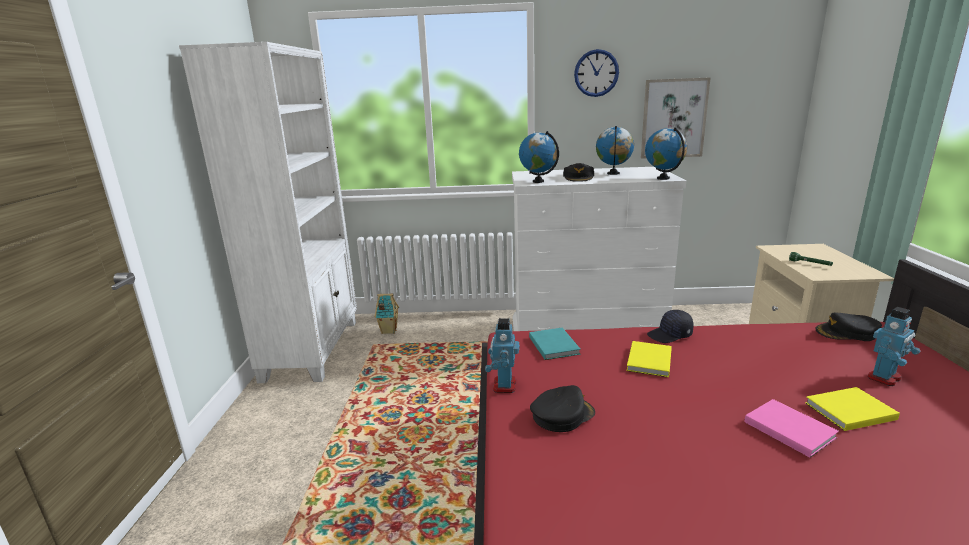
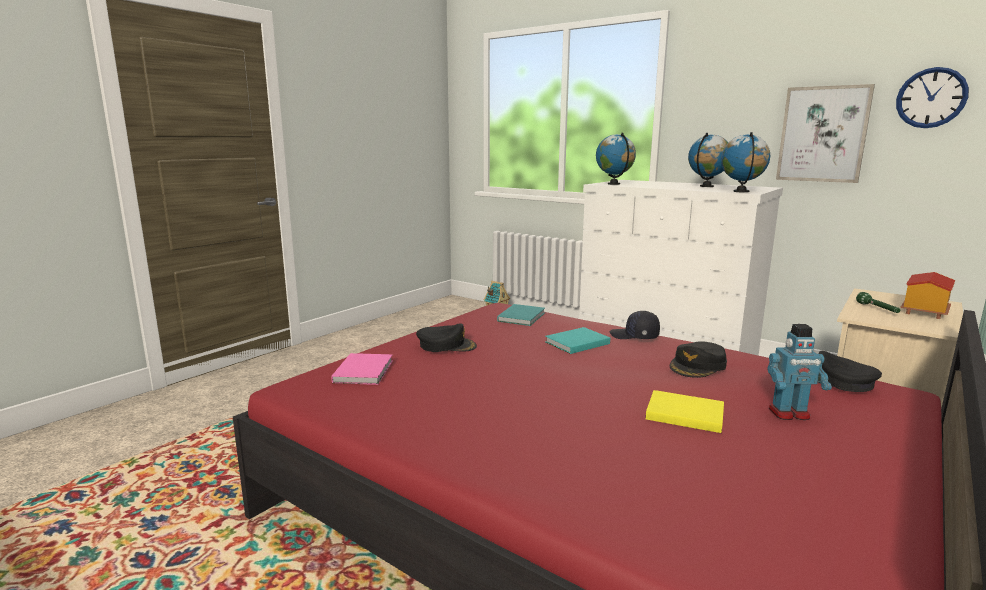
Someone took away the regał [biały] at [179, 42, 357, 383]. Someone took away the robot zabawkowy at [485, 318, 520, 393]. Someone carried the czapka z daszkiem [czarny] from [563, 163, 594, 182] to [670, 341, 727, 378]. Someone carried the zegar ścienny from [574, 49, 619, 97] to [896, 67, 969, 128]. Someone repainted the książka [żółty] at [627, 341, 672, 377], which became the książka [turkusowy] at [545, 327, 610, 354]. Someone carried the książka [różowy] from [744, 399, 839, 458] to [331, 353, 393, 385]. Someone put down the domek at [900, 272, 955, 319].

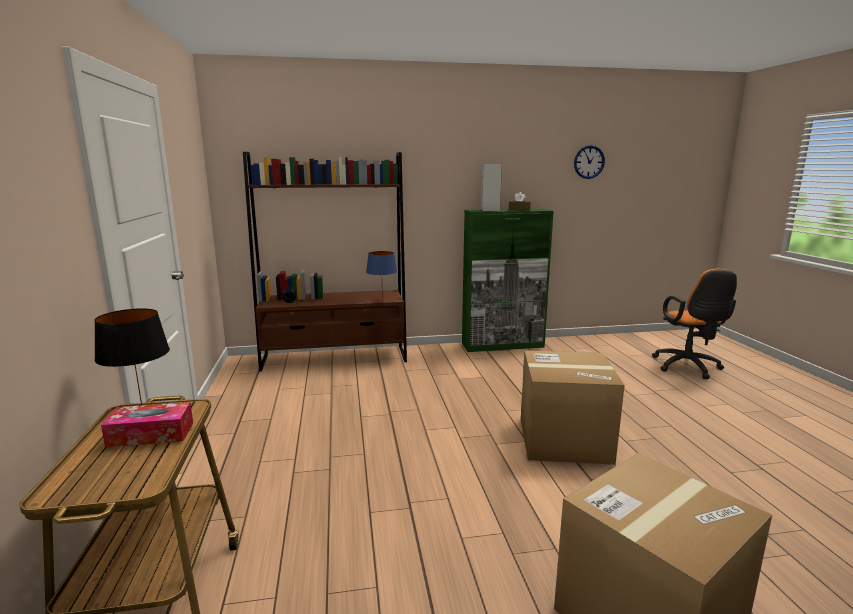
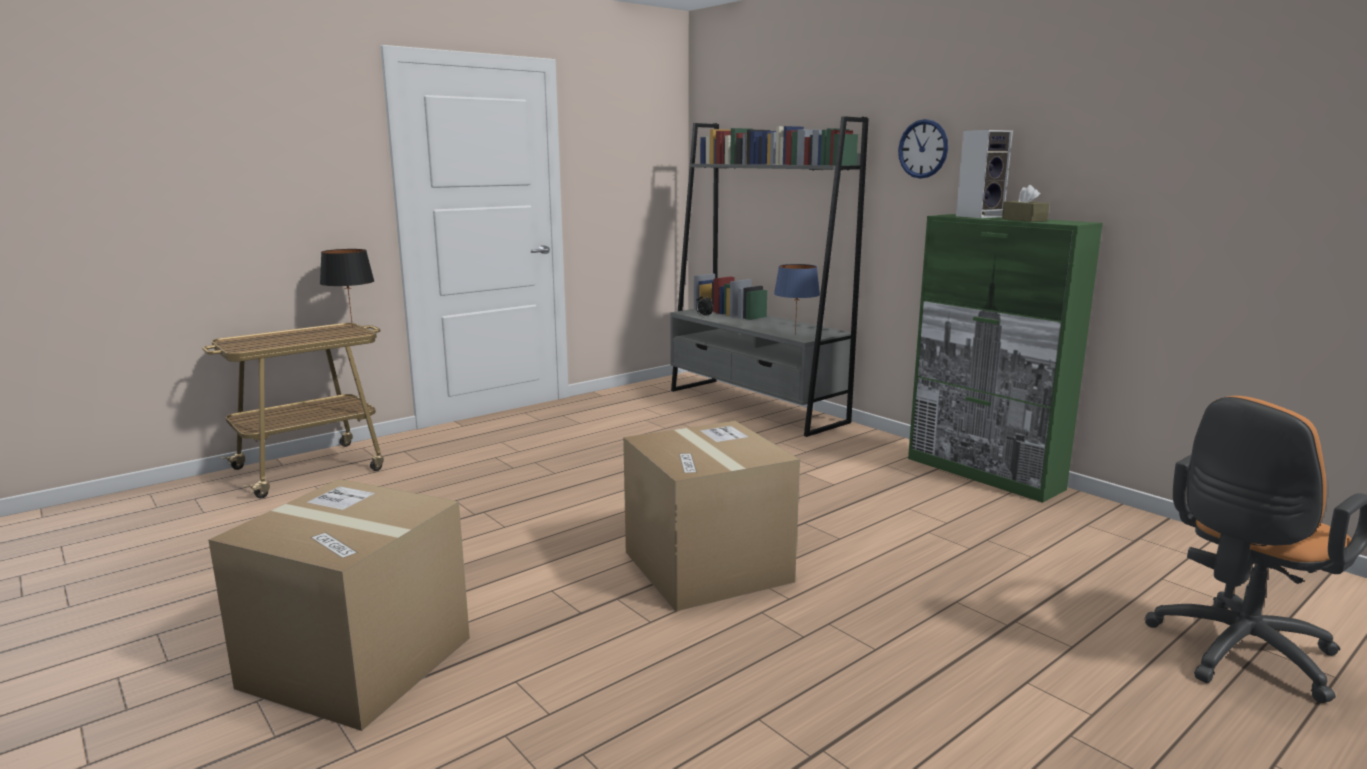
Someone took away the pudełko chusteczek at [101, 402, 193, 448]. Someone repainted the regał [brązowy] at [243, 152, 407, 372], which became the regał [szary] at [670, 116, 869, 437]. Someone carried the zegar ścienny from [574, 145, 605, 179] to [898, 119, 948, 179].

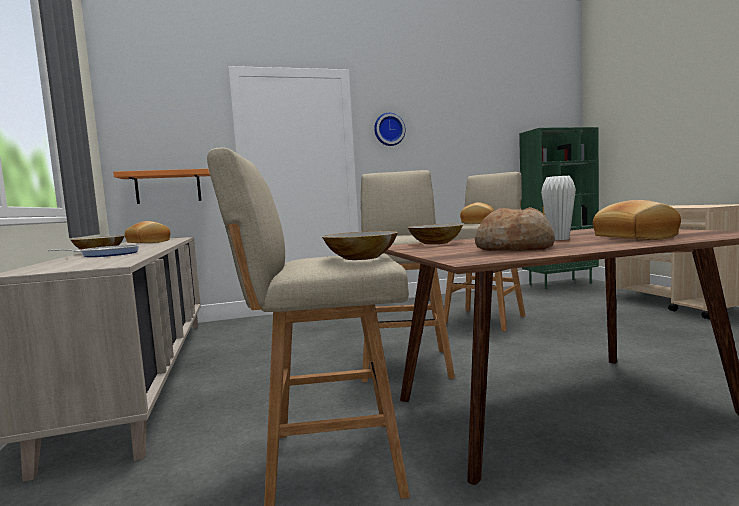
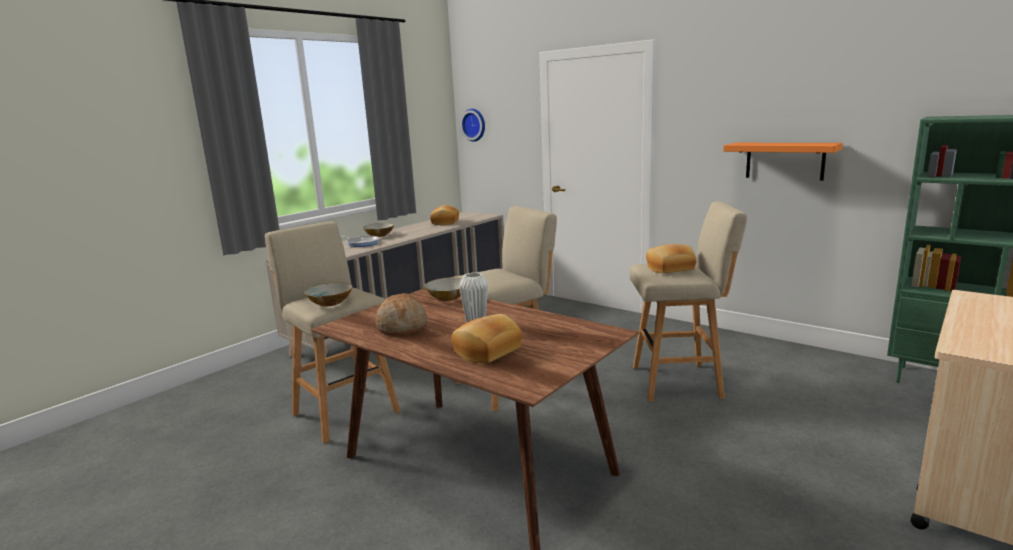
Someone carried the półka [pomarańczowy] from [113, 169, 210, 204] to [723, 143, 843, 181]. Someone carried the zegar ścienny from [374, 113, 405, 146] to [460, 109, 485, 142].

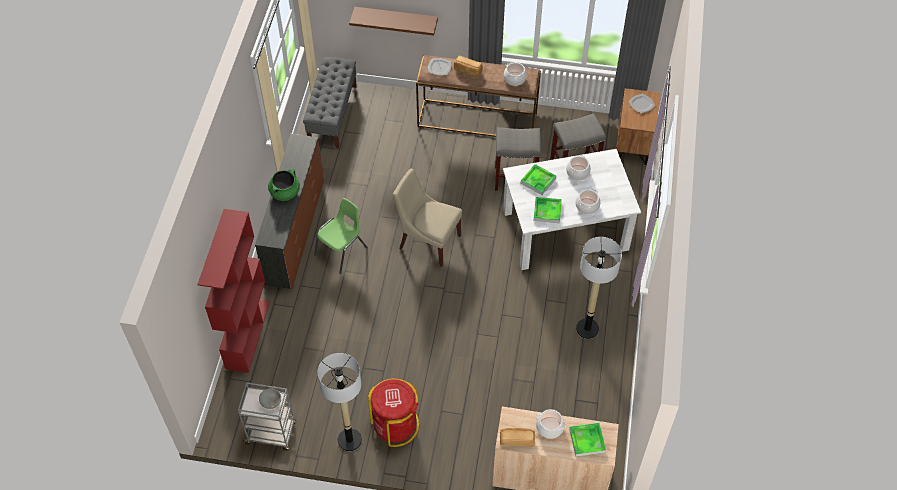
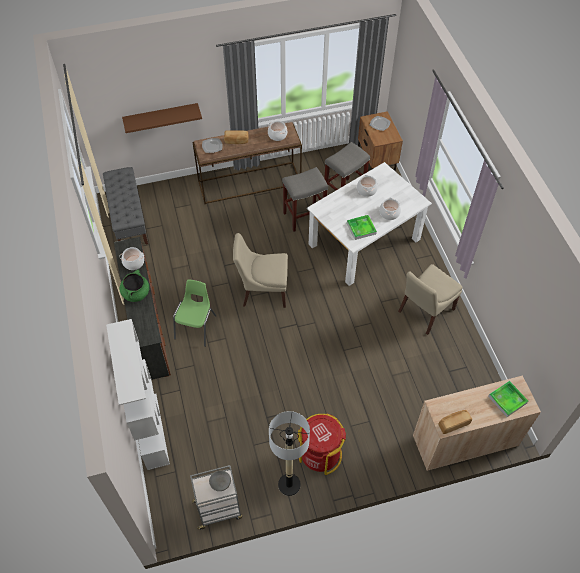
Someone repainted the regał [czerwony] at [197, 209, 270, 373], which became the regał [biały] at [106, 319, 170, 470]. Someone took away the taca at [520, 164, 556, 195]. Someone carried the garnek from [536, 409, 566, 439] to [120, 247, 144, 270]. Someone swapped the lampa stojąca at [576, 237, 622, 339] for the krzesło [beżowy] at [398, 264, 463, 335].

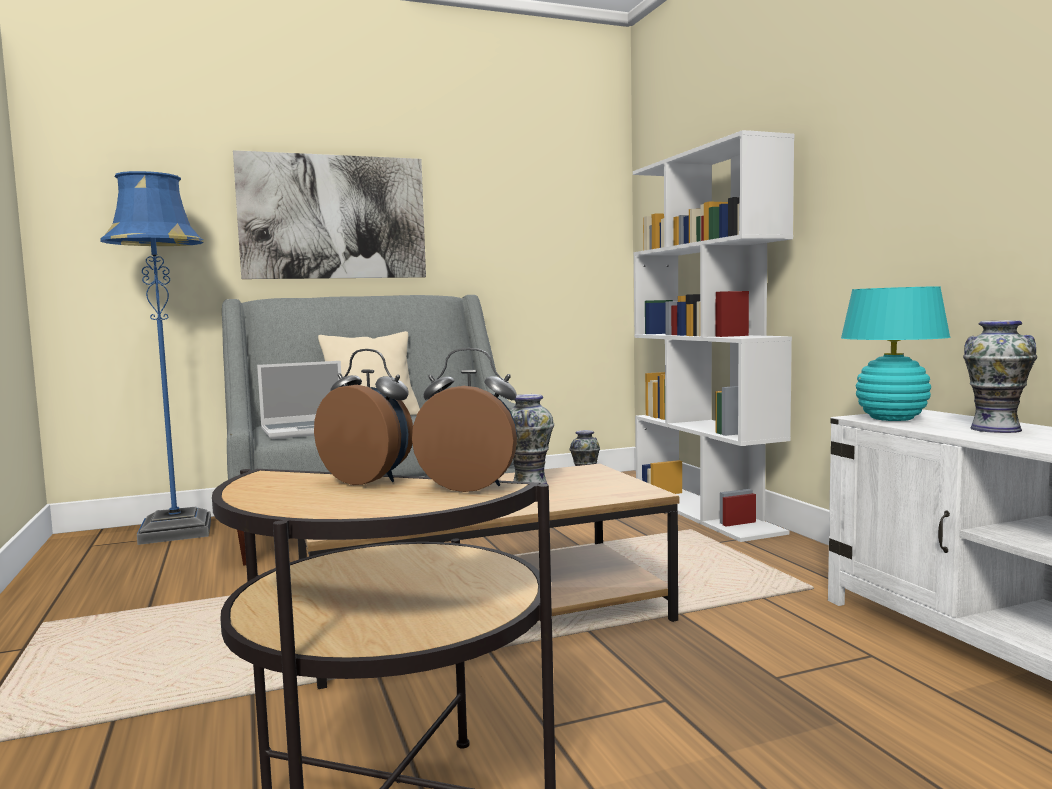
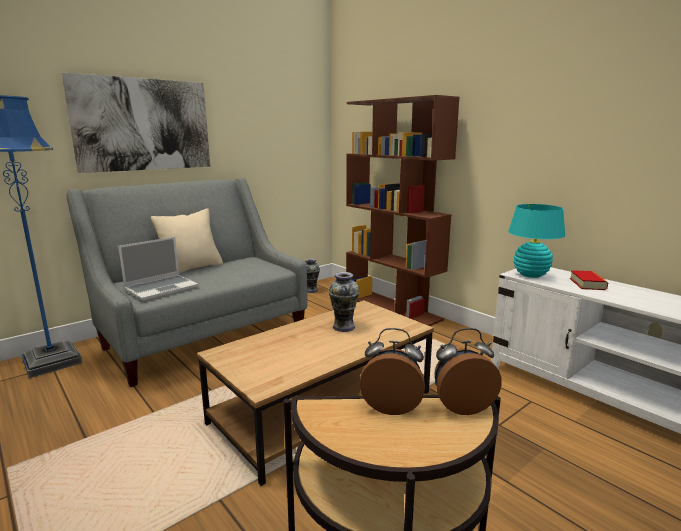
Someone repainted the regał [biały] at [633, 130, 794, 542], which became the regał [brązowy] at [346, 95, 460, 326]. Someone swapped the wazon at [963, 320, 1037, 433] for the książka at [570, 270, 608, 290].

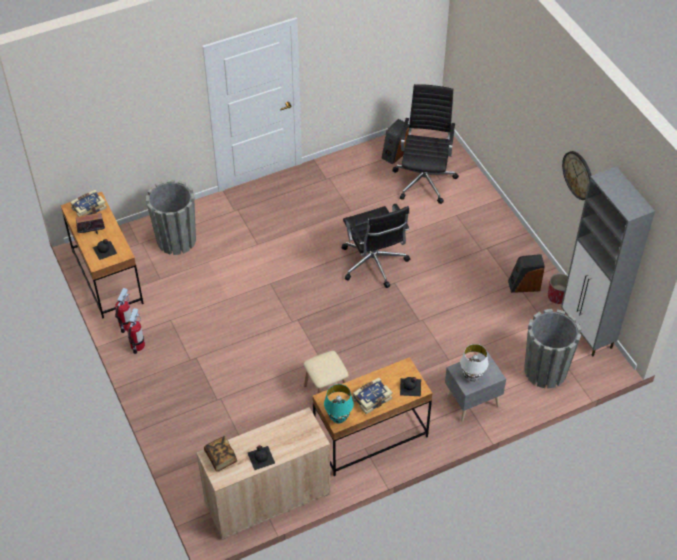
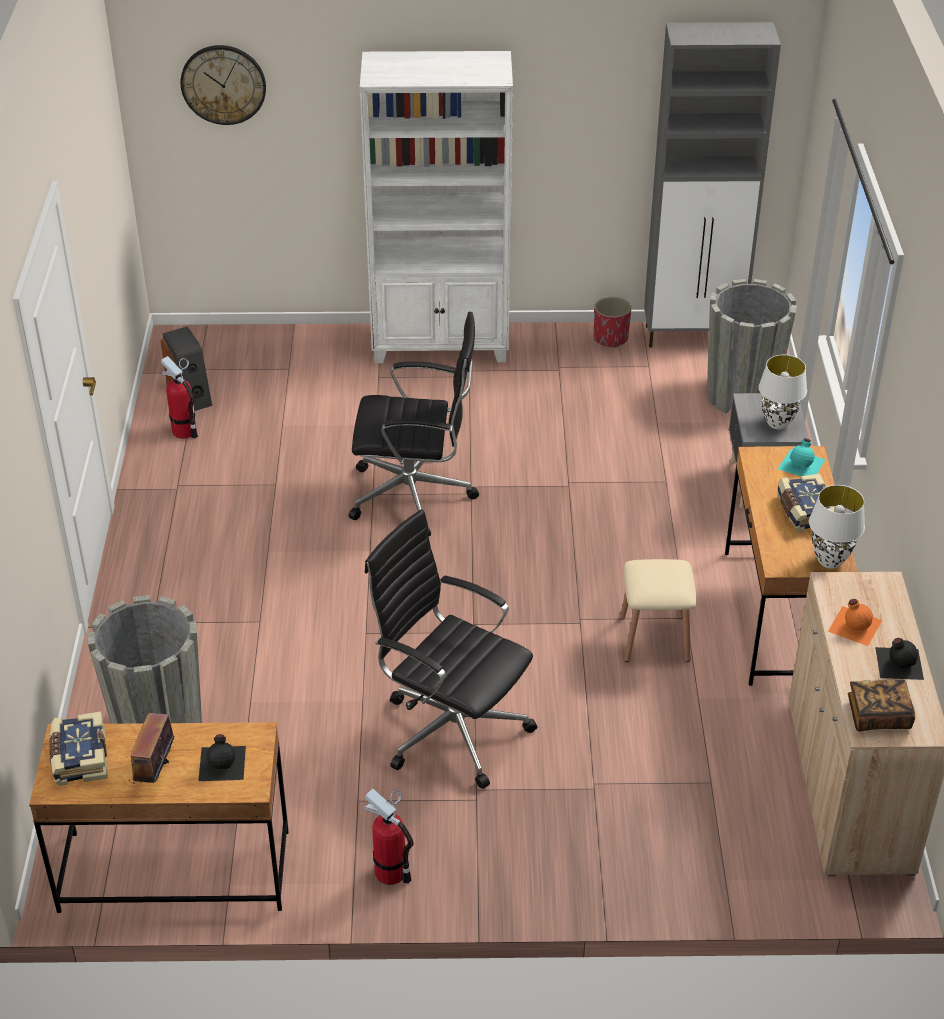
Someone carried the gaśnica from [115, 288, 131, 333] to [161, 356, 198, 438]. Someone repainted the lampa stołowa [turkusowy] at [324, 384, 354, 424], which became the lampa stołowa [biały] at [809, 485, 865, 569]. Someone carried the krzesło biurowe [czarny] from [392, 84, 459, 204] to [364, 509, 537, 789]. Someone repainted the butelka [czarny] at [400, 377, 421, 396], which became the butelka [turkusowy] at [778, 438, 825, 476]. Someone took away the głośnik at [508, 254, 545, 293]. Someone carried the zegar ścienny from [562, 151, 592, 200] to [180, 45, 266, 125]. Someone put down the regał [biały] at [360, 51, 513, 363]. Someone put down the butelka [pomarańczowy] at [828, 599, 882, 646].

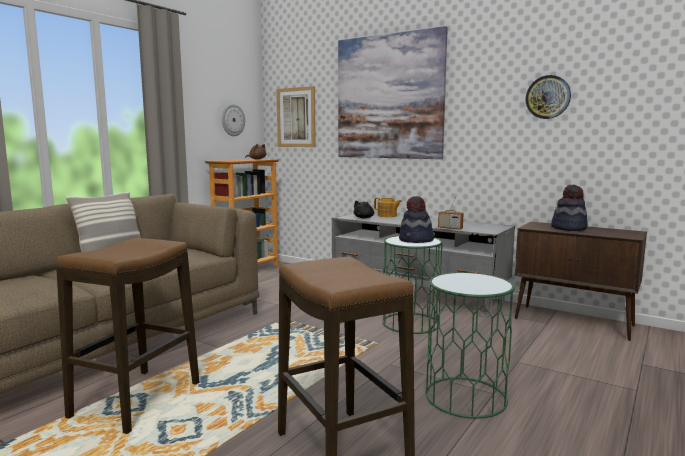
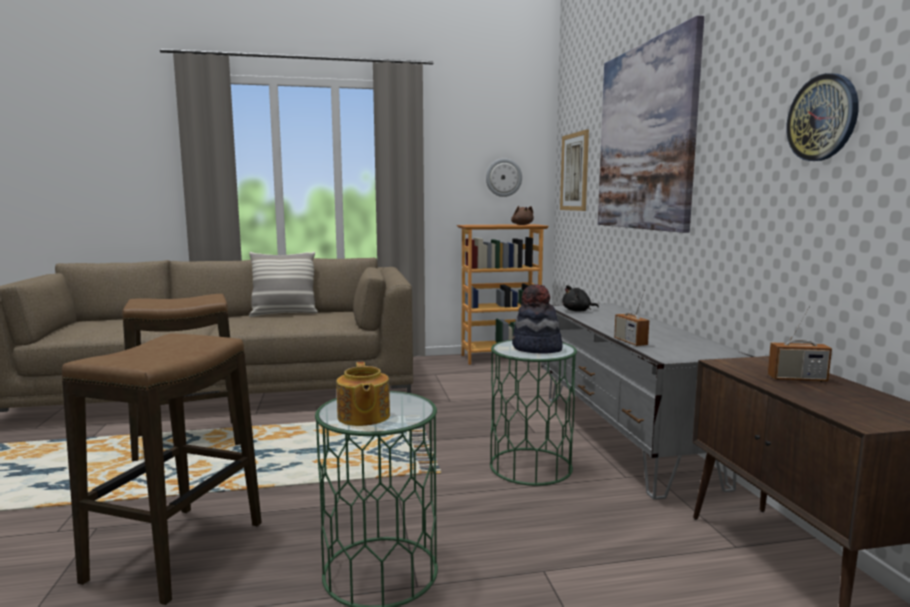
Someone carried the imbryk from [374, 198, 402, 217] to [336, 362, 390, 426]. Someone swapped the kapelusz at [551, 184, 588, 231] for the radio at [768, 306, 832, 382].

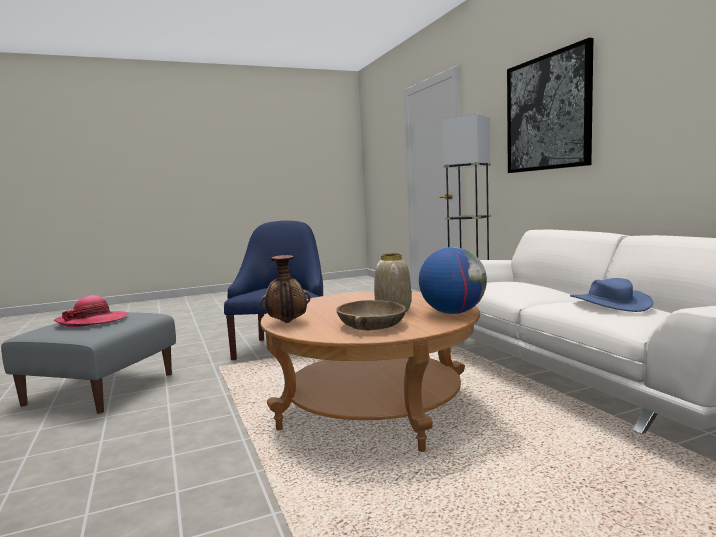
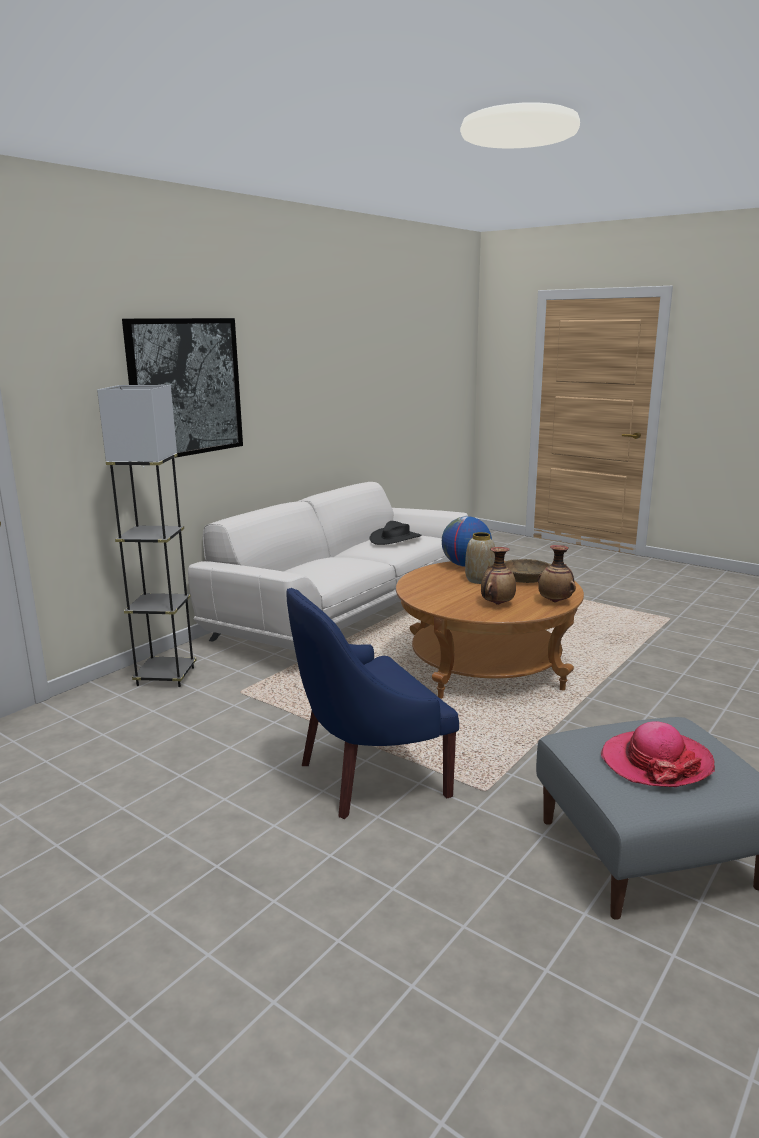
Someone repainted the kapelusz [niebieski] at [570, 278, 653, 312], which became the kapelusz [czarny] at [370, 521, 422, 545]. Someone put down the wazon at [481, 547, 516, 605].

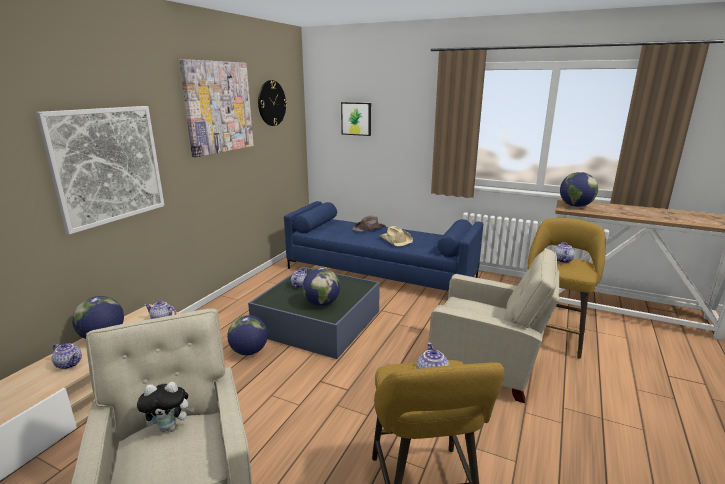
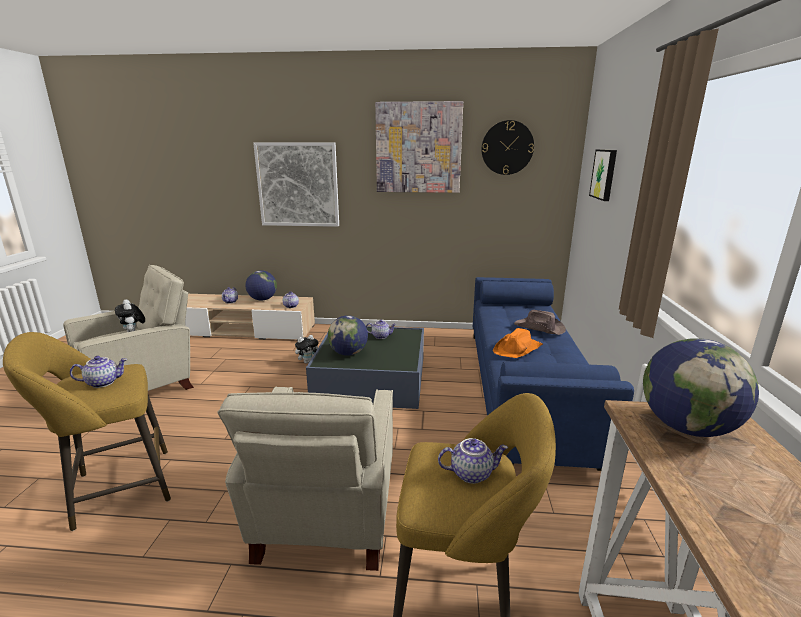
Someone swapped the globus at [227, 315, 268, 355] for the pluszak at [295, 335, 319, 364]. Someone repainted the kapelusz [beżowy] at [380, 226, 413, 246], which became the kapelusz [pomarańczowy] at [493, 328, 543, 358].

